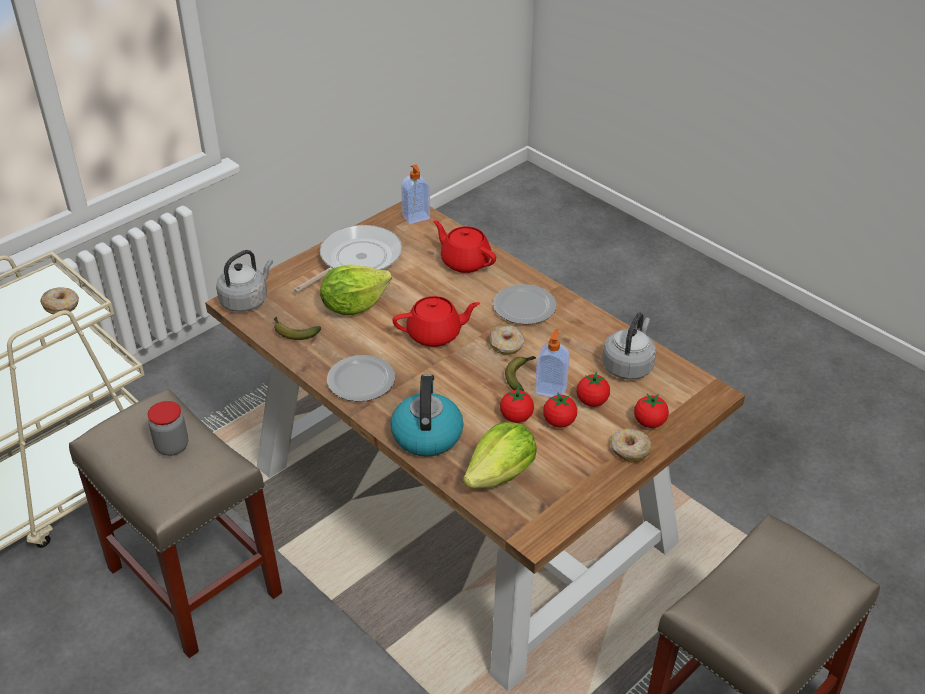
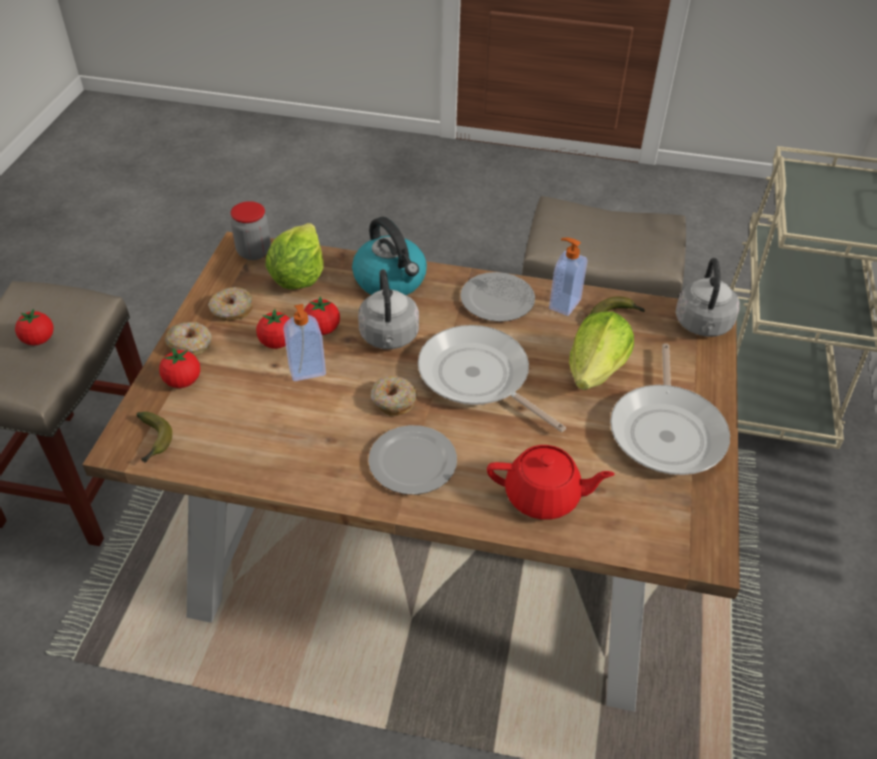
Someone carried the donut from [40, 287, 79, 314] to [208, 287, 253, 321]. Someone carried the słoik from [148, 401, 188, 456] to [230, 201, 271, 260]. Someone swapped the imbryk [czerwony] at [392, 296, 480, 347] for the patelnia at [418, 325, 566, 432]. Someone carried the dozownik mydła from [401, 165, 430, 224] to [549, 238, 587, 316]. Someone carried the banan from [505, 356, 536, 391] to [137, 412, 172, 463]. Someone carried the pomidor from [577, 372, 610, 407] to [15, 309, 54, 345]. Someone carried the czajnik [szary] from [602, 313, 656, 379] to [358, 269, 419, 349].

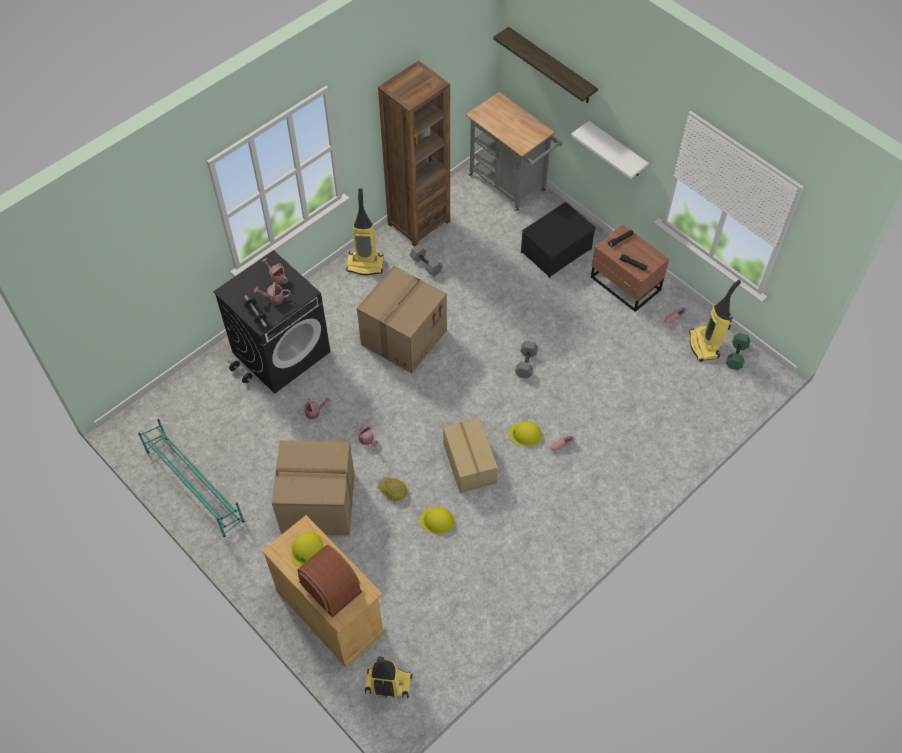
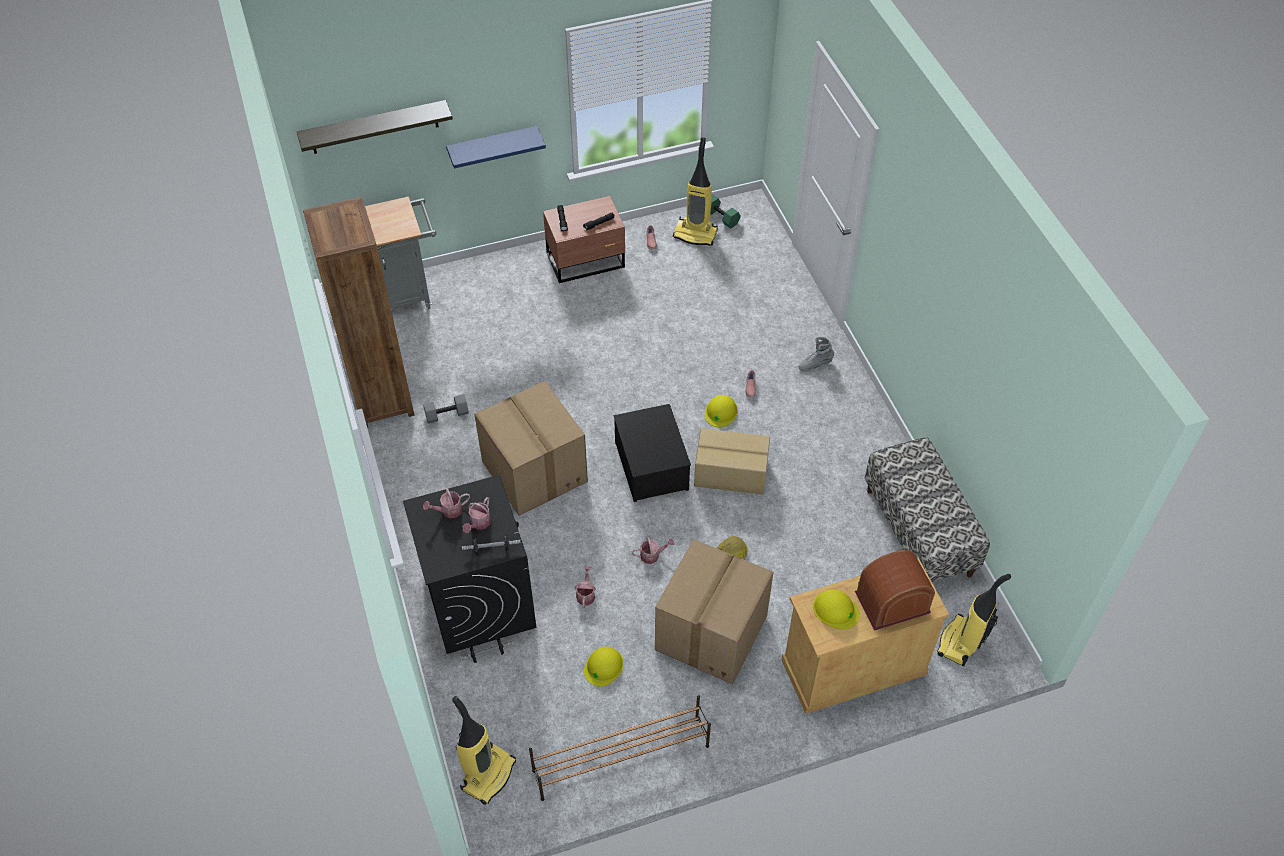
Someone repainted the regał na buty [turkusowy] at [138, 419, 244, 537], which became the regał na buty [brązowy] at [529, 695, 711, 801]. Someone carried the odkurzacz from [346, 188, 384, 275] to [452, 696, 516, 805]. Someone carried the kask [żółty] from [420, 507, 455, 534] to [584, 647, 624, 686]. Someone took away the hantel [szary] at [515, 341, 538, 379]. Someone carried the pojemnik do przechowywania from [521, 202, 596, 278] to [614, 404, 691, 502]. Someone repainted the półka [biały] at [571, 121, 649, 179], which became the półka [niebieski] at [446, 126, 546, 169]. Someone put down the but z cholewką [szary] at [798, 337, 834, 371]. Someone put down the ławka at [865, 437, 990, 582].

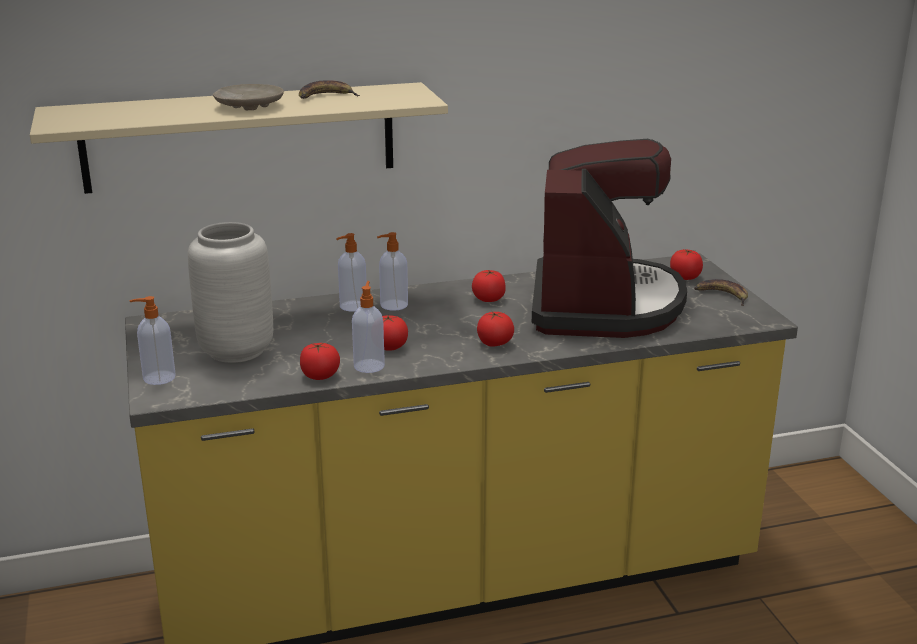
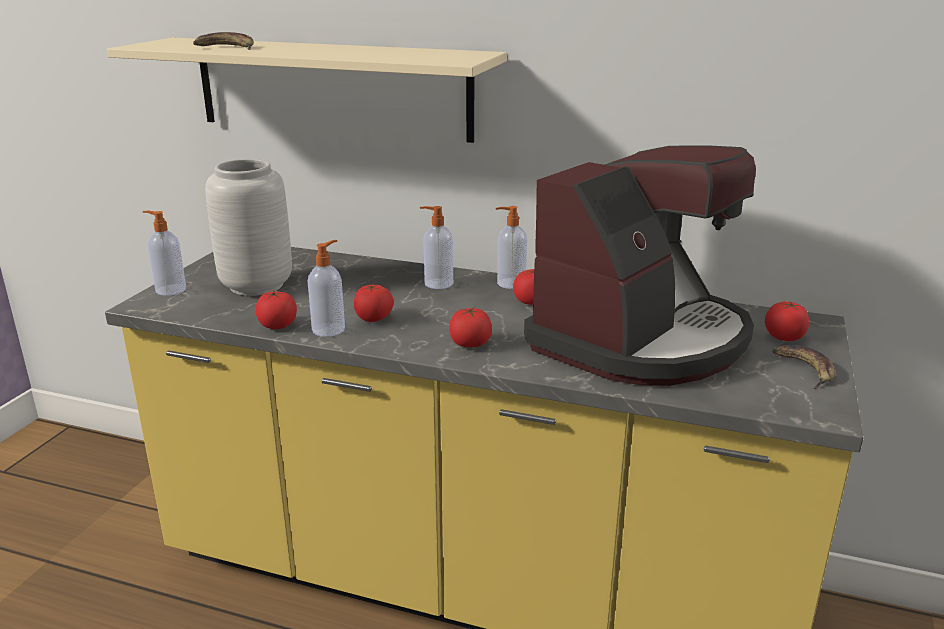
Someone took away the talerz [beżowy] at [213, 84, 284, 110]. Someone carried the banan from [299, 80, 360, 99] to [193, 32, 254, 50]. Someone carried the dozownik mydła from [336, 233, 366, 312] to [496, 206, 527, 289].

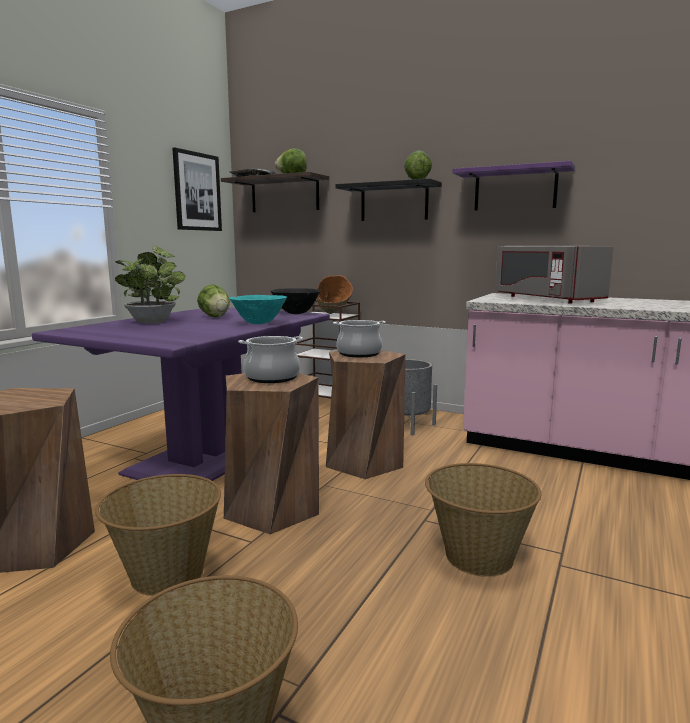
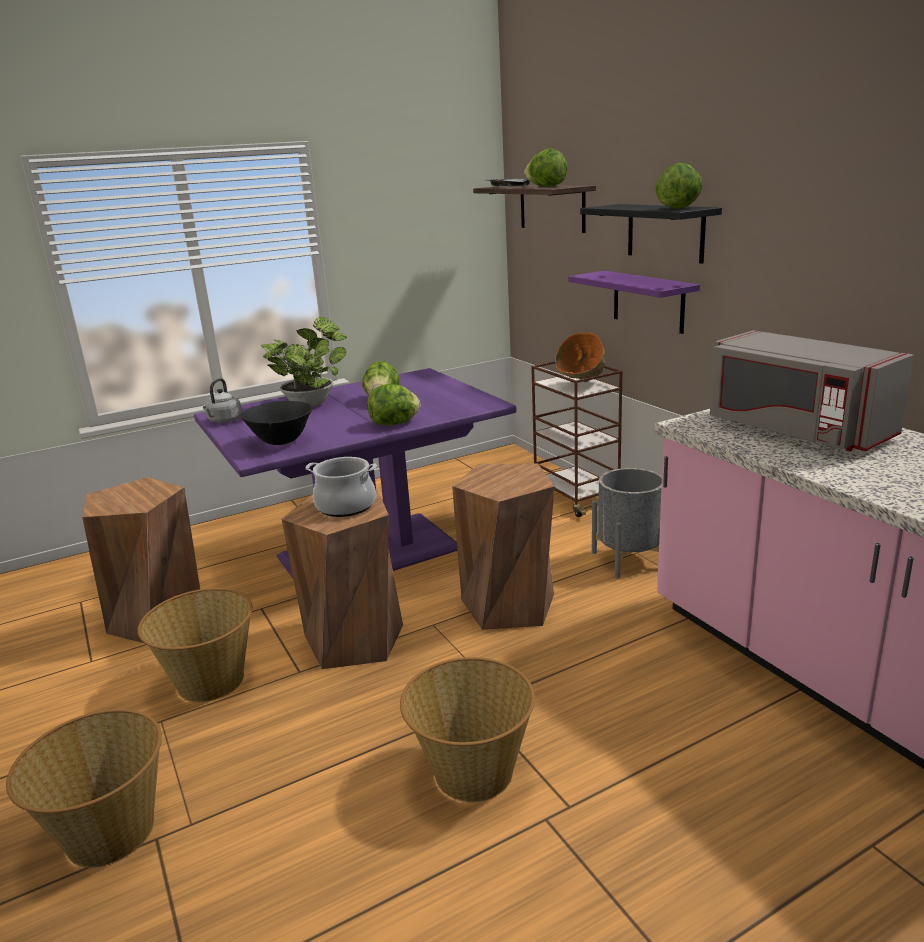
Someone took away the obraz at [172, 148, 222, 231]. Someone swapped the miska [turkusowy] at [229, 295, 287, 324] for the sałata at [367, 384, 420, 425]. Someone carried the miska [czarny] from [271, 288, 321, 314] to [240, 401, 313, 445]. Someone took away the garnek at [333, 320, 386, 357]. Someone carried the półka [fioletowy] from [453, 161, 575, 211] to [568, 271, 700, 334]. Someone rotated the mikrofalówka [szary] at [495, 246, 614, 304] by 45 degrees counterclockwise. Someone put down the czajnik [szary] at [203, 378, 242, 423].

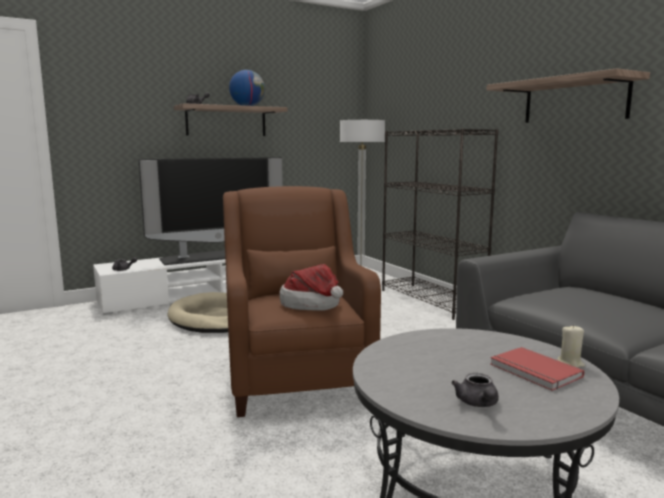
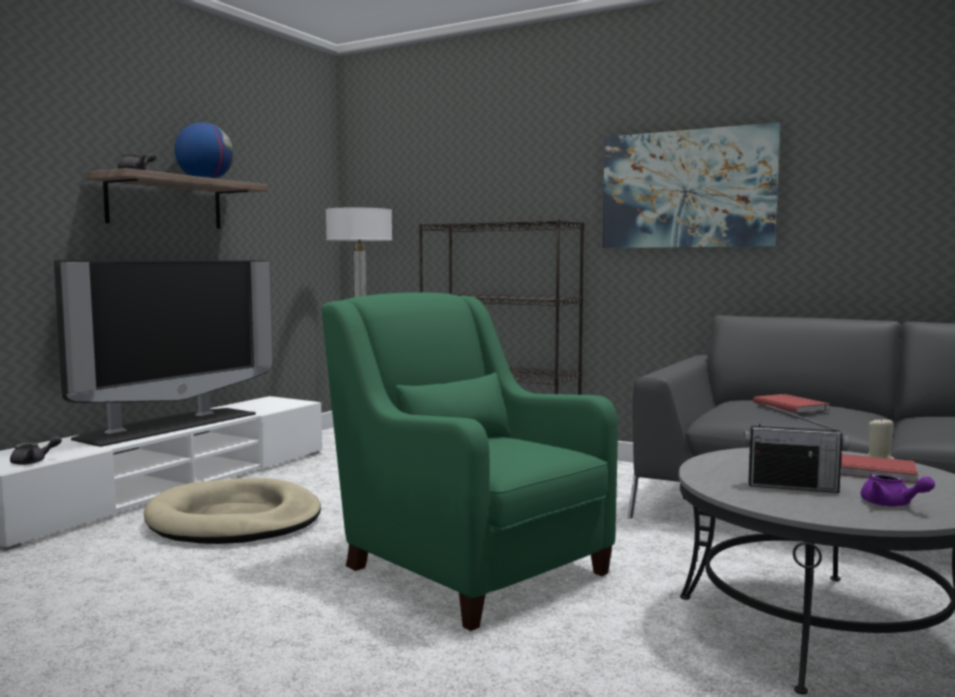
Someone repainted the fotel [brązowy] at [223, 186, 381, 417], which became the fotel [zielony] at [322, 292, 618, 631]. Someone took away the kapelusz at [279, 264, 343, 311]. Someone repainted the imbryk [szary] at [451, 373, 499, 407], which became the imbryk [fioletowy] at [861, 472, 935, 507]. Someone swapped the półka at [487, 68, 650, 123] for the obraz at [603, 122, 780, 248]. Someone put down the radio at [744, 403, 849, 493]. Someone put down the książka [czerwony] at [753, 394, 830, 413].

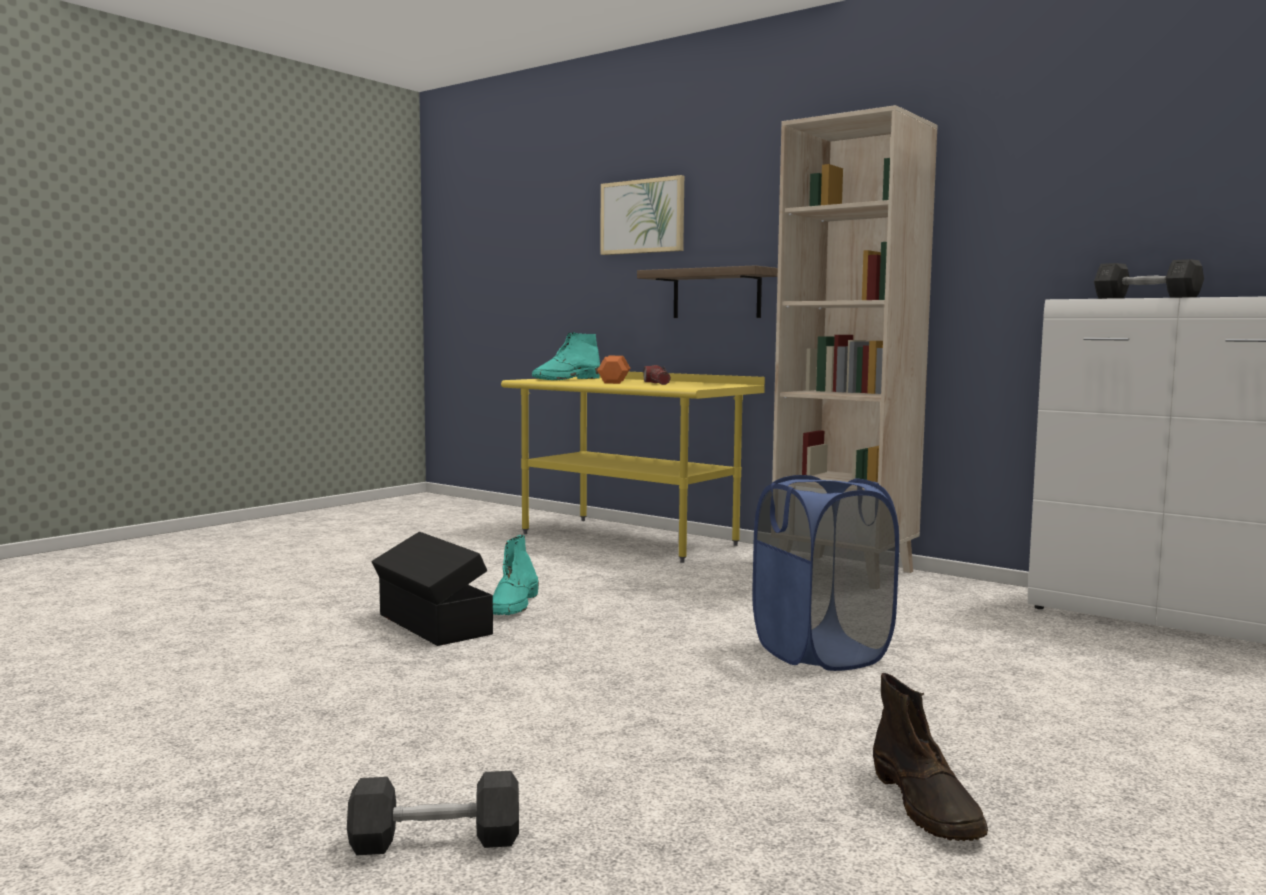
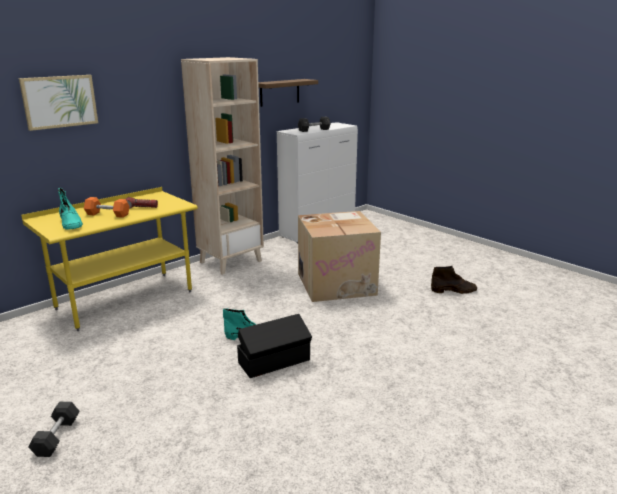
Someone carried the hantel [szary] from [347, 771, 519, 856] to [28, 402, 79, 457]. Someone carried the półka from [637, 265, 778, 318] to [258, 79, 318, 107]. Someone swapped the kosz na pranie [niebieski] at [752, 475, 899, 671] for the karton at [298, 211, 381, 302].

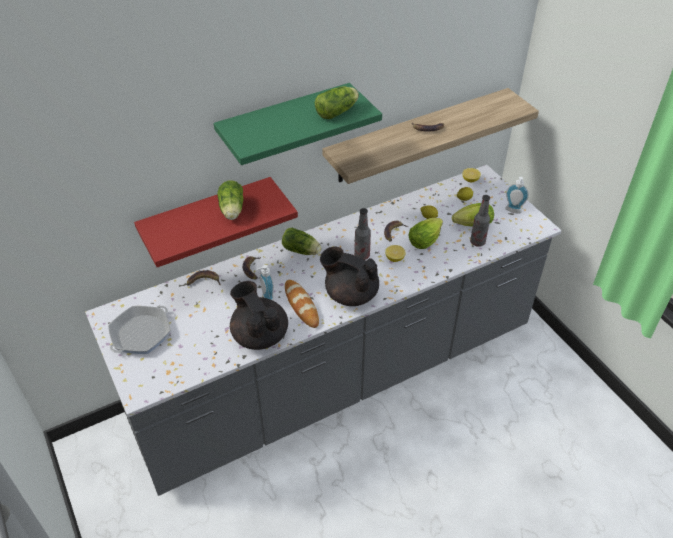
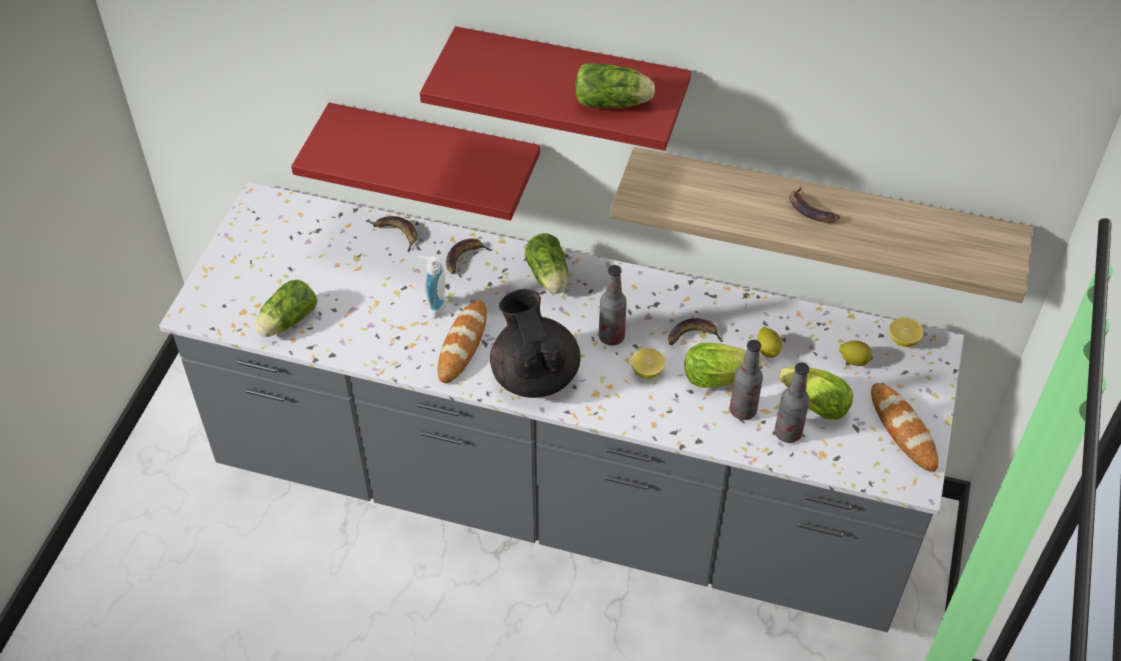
Someone took away the patelnia at [108, 306, 171, 354]. Someone repainted the półka [zielony] at [214, 83, 382, 165], which became the półka [czerwony] at [420, 26, 691, 151]. Someone carried the sałata from [217, 180, 244, 220] to [255, 280, 317, 337]. Someone took away the imbryk [czarny] at [230, 281, 288, 350]. Someone swapped the dozownik mydła at [505, 177, 529, 213] for the chleb at [871, 383, 939, 472]. Someone put down the butelka at [730, 340, 763, 420].

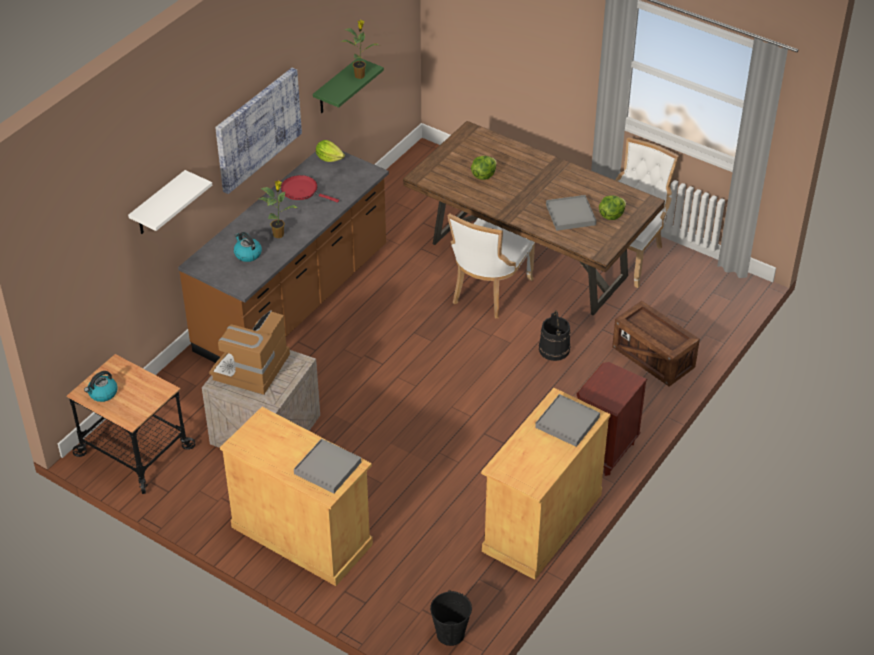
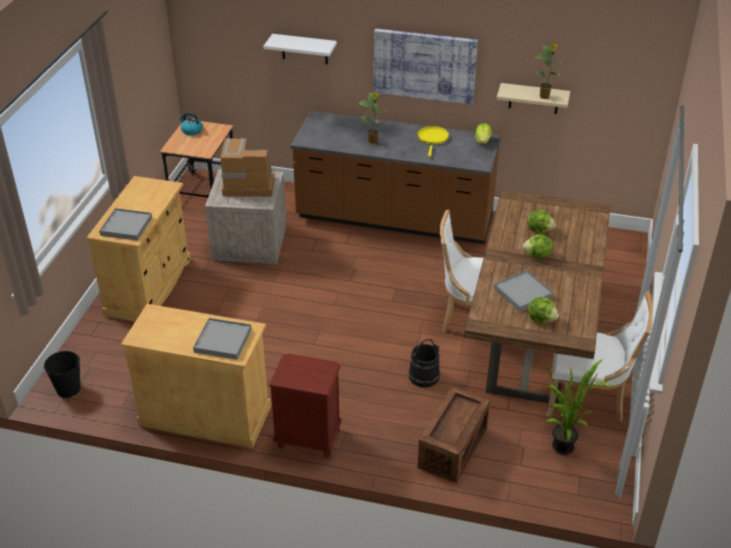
Someone took away the czajnik at [234, 232, 262, 262]. Someone repainted the patelnia [czerwony] at [281, 175, 339, 203], which became the patelnia [żółty] at [417, 126, 449, 157]. Someone repainted the półka [zielony] at [313, 58, 384, 113], which became the półka [beżowy] at [497, 83, 570, 114]. Someone put down the sałata at [523, 234, 553, 259]. Someone put down the roślina doniczkowa at [541, 359, 612, 455].

